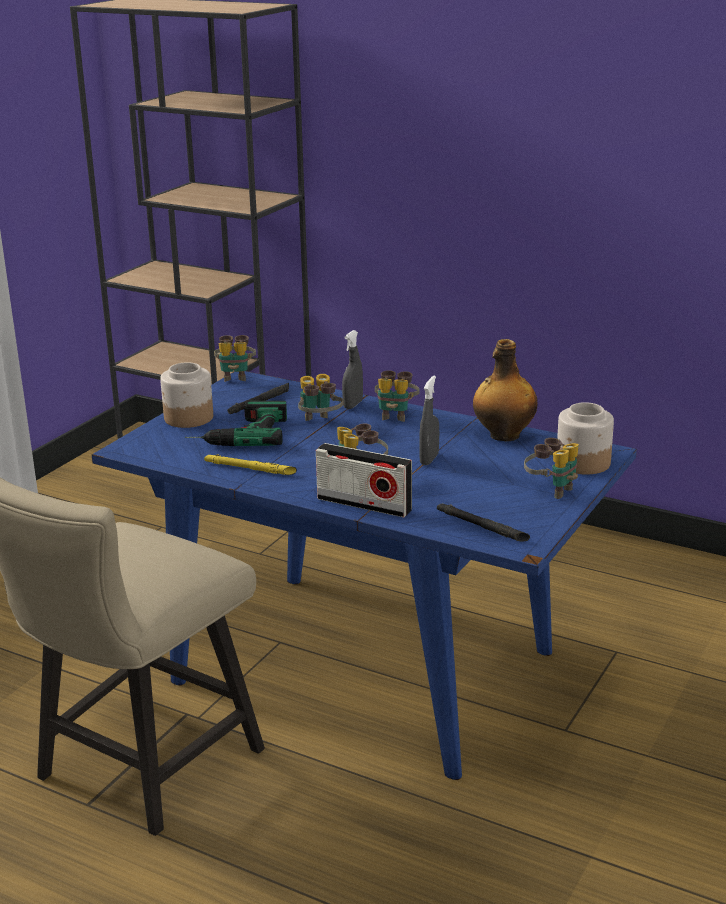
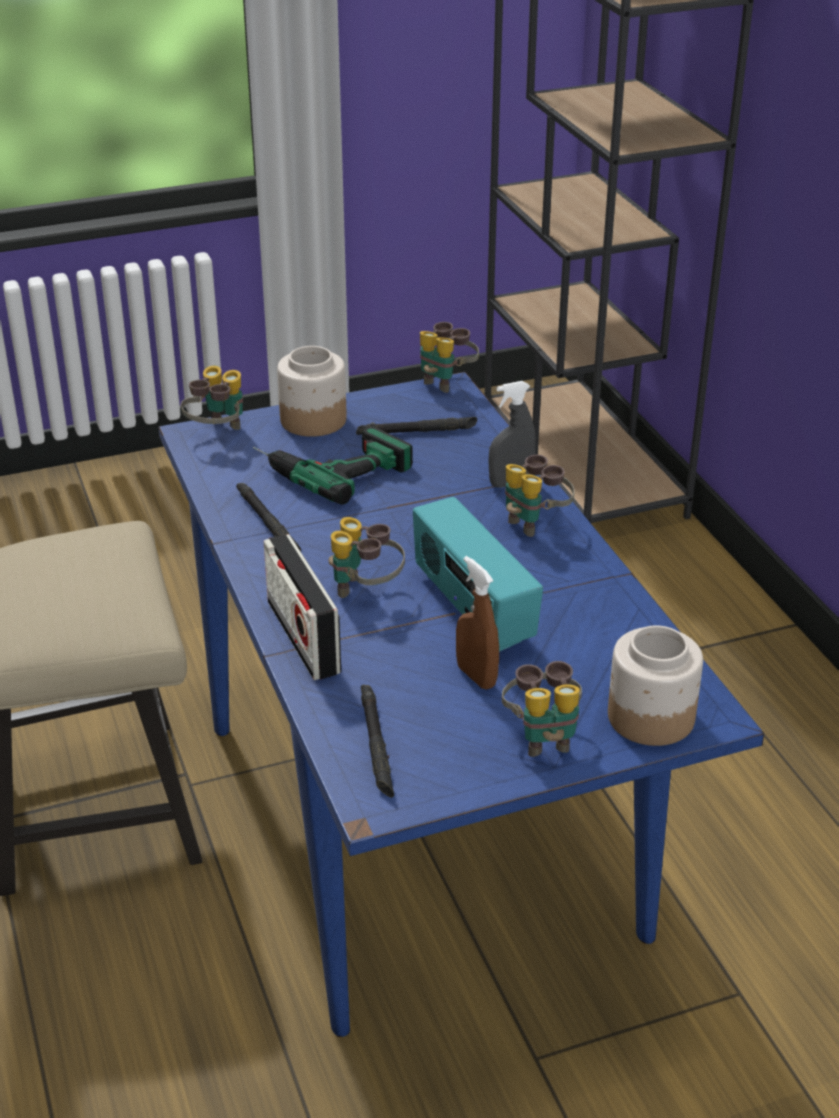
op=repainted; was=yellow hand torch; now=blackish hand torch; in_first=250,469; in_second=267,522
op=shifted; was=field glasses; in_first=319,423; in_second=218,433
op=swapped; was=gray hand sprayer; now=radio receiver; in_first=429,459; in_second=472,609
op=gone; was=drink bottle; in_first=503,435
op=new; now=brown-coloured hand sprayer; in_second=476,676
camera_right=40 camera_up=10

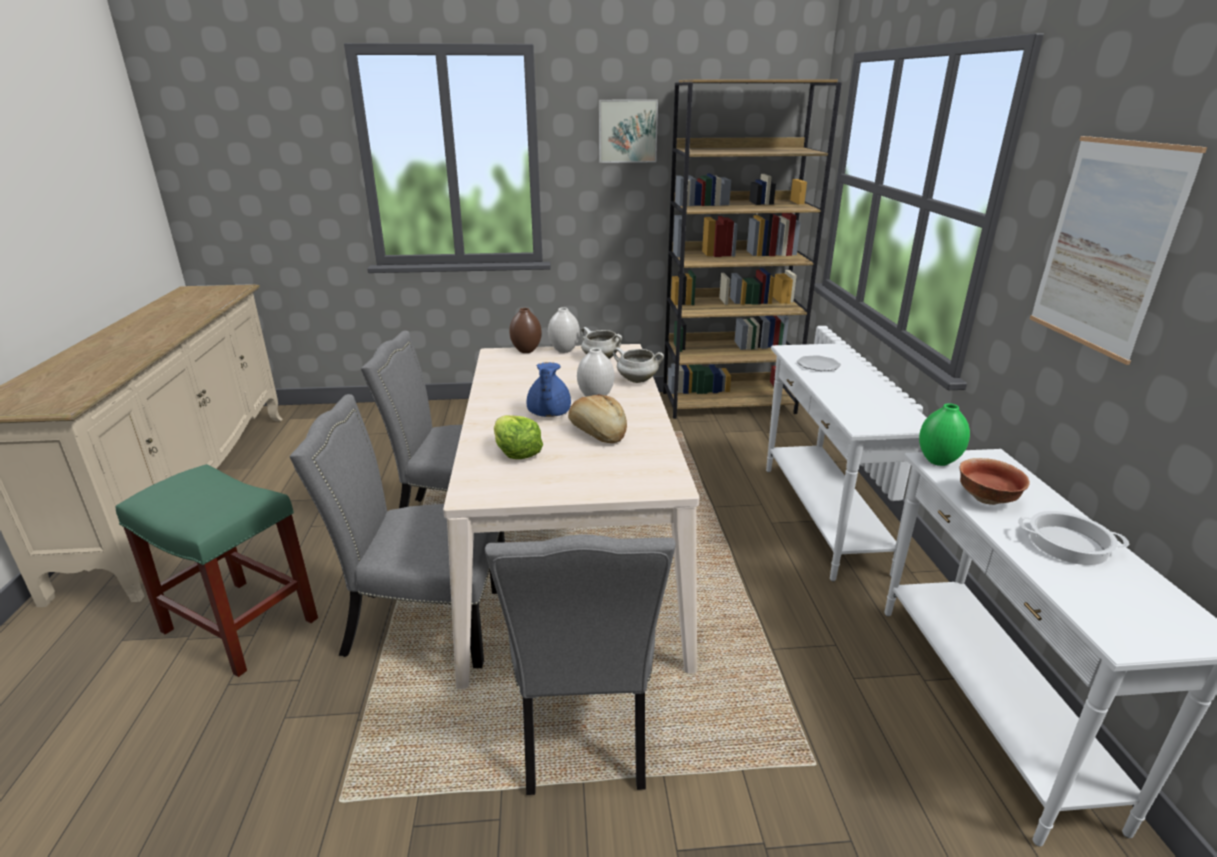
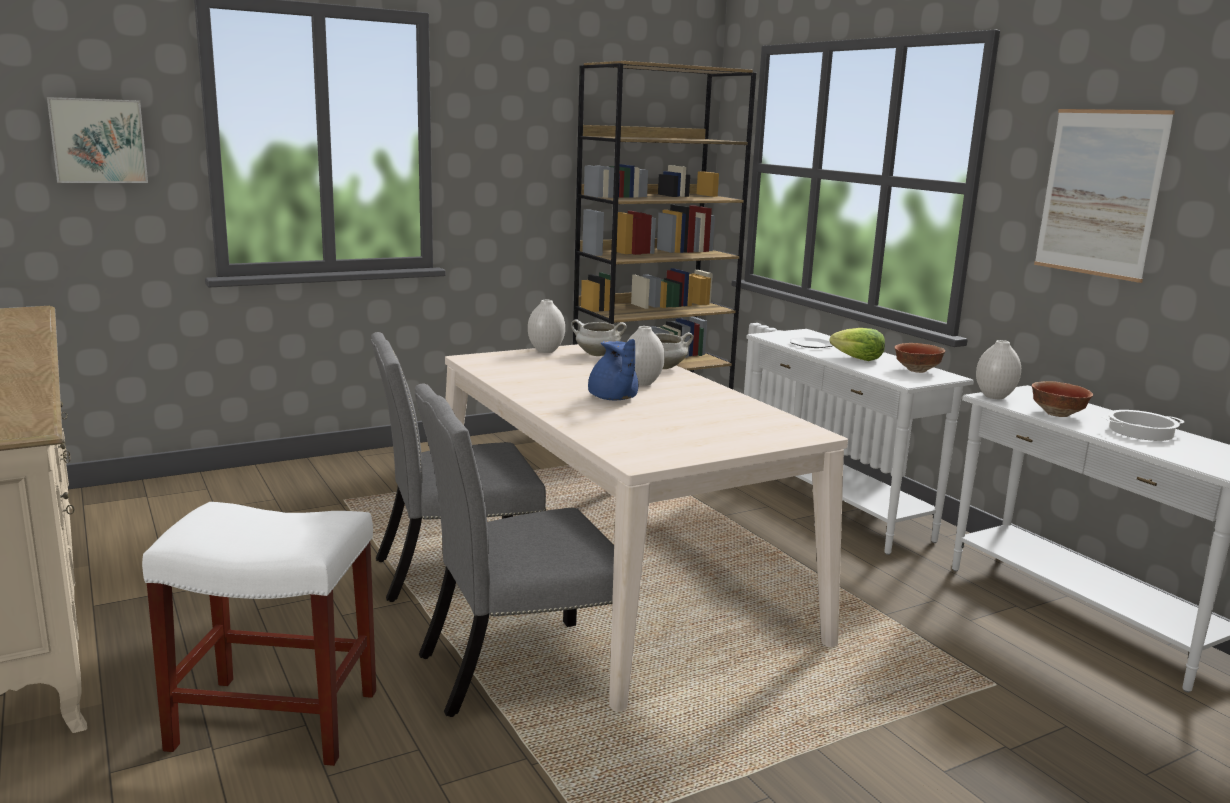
op=repainted; was=greenish sitting stool; now=white sitting stool; in_first=242,625; in_second=278,719
op=gone; was=gray chair; in_first=584,716
op=shifted; was=head of lettuce; in_first=516,452; in_second=858,359
op=gone; was=brown-coloured vase; in_first=526,351
op=gone; was=bakery bread; in_first=597,433
op=shifted; was=picture; in_first=627,131; in_second=98,141
op=repainted; was=greenish vase; now=white vase; in_first=938,461; in_second=995,397
op=new; now=deep dish; in_second=917,370
camera_right=-25 camera_up=-10

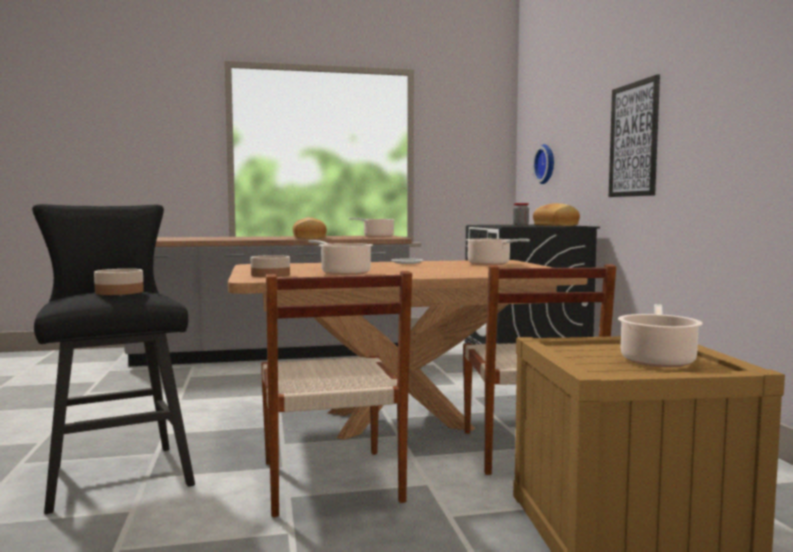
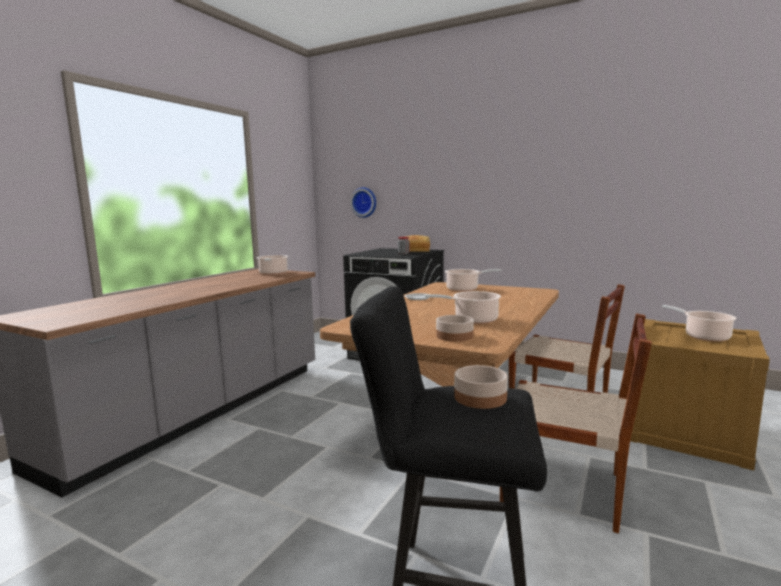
op=gone; was=bakery bread; in_first=308,238
op=gone; was=picture; in_first=634,140
camera_right=-50 camera_up=5

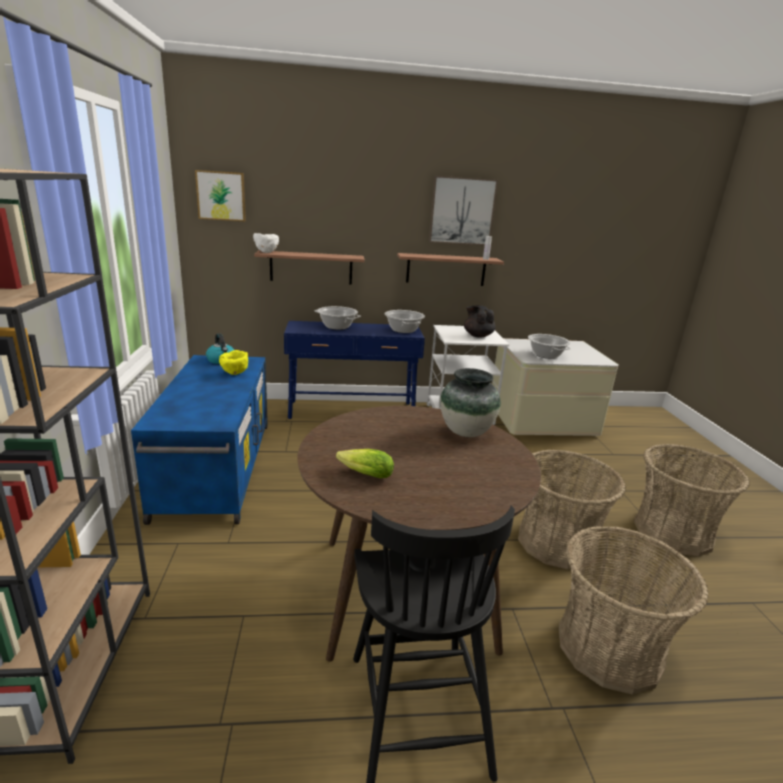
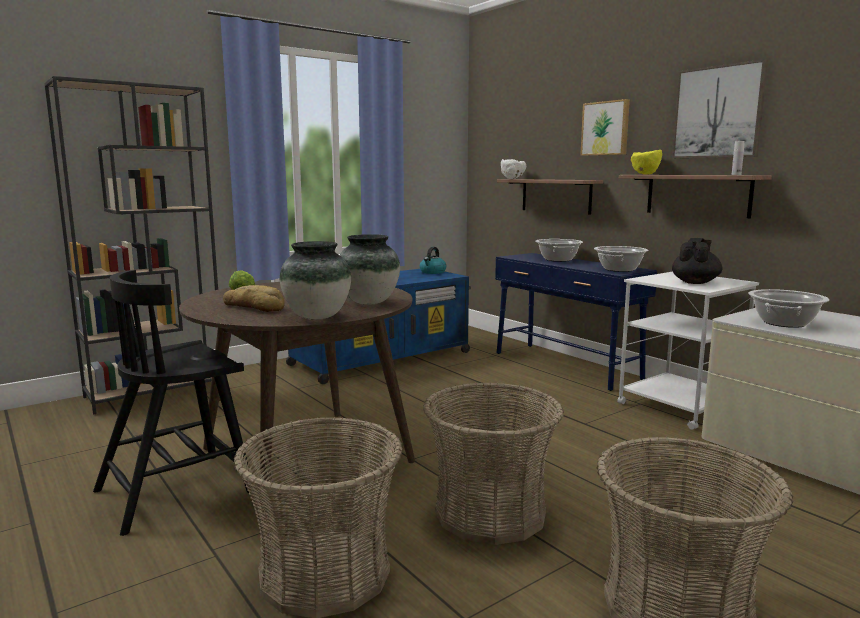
op=shifted; was=picture; in_first=221,196; in_second=606,128
op=shifted; was=yellow deep dish; in_first=235,373; in_second=645,174
op=new; now=bakery bread; in_second=254,307
op=new; now=vase; in_second=316,317
camera_right=60 camera_up=-10

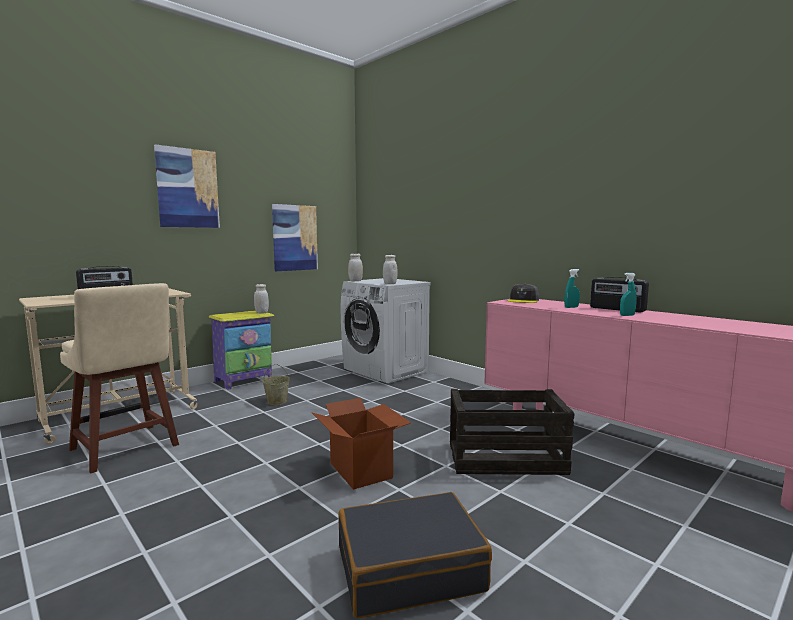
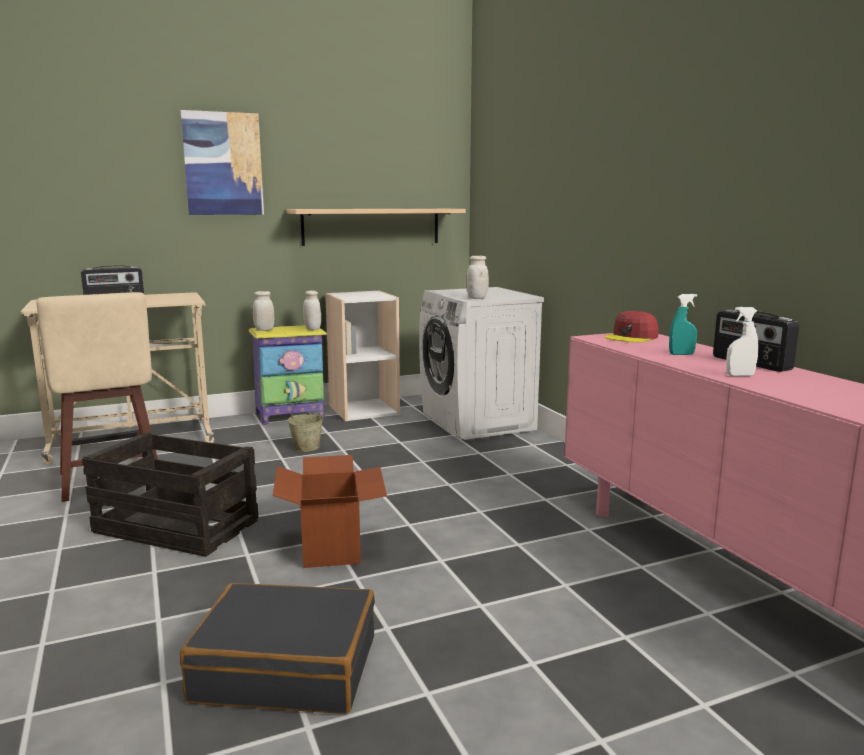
op=swapped; was=picture; now=bracket shelf; in_first=295,238; in_second=371,226
op=shifted; was=white storage jar; in_first=355,281; in_second=264,330
op=shifted; was=packing crate; in_first=504,458; in_second=175,526
op=repainted; was=gray peaked cap; now=reddish peaked cap; in_first=523,300; in_second=631,337
op=repainted; was=turquoise hand sprayer; now=white hand sprayer; in_first=627,315; in_second=740,375
op=new; now=bookshelf; in_second=364,410
camera_right=20 camera_up=5

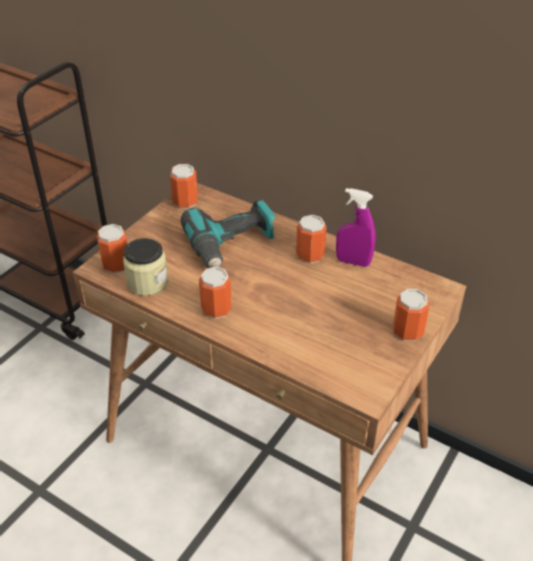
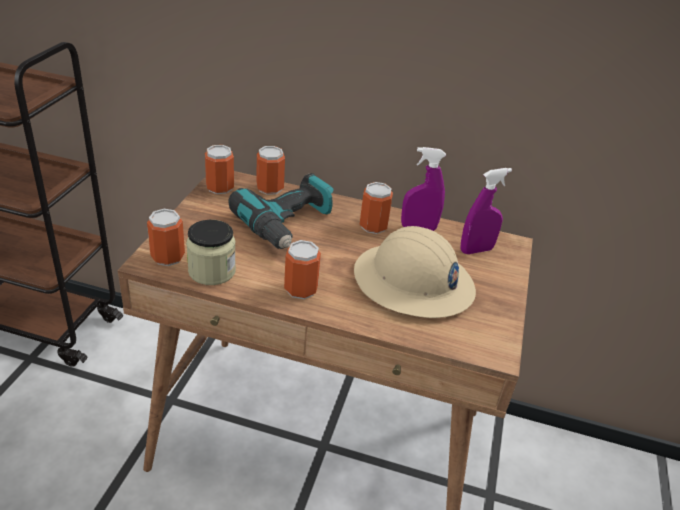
op=shifted; was=sealed can; in_first=407,331; in_second=270,188
op=new; now=beige hard hat; in_second=413,283
op=new; now=purple hand sprayer; in_second=476,250
camera_right=-20 camera_up=-5

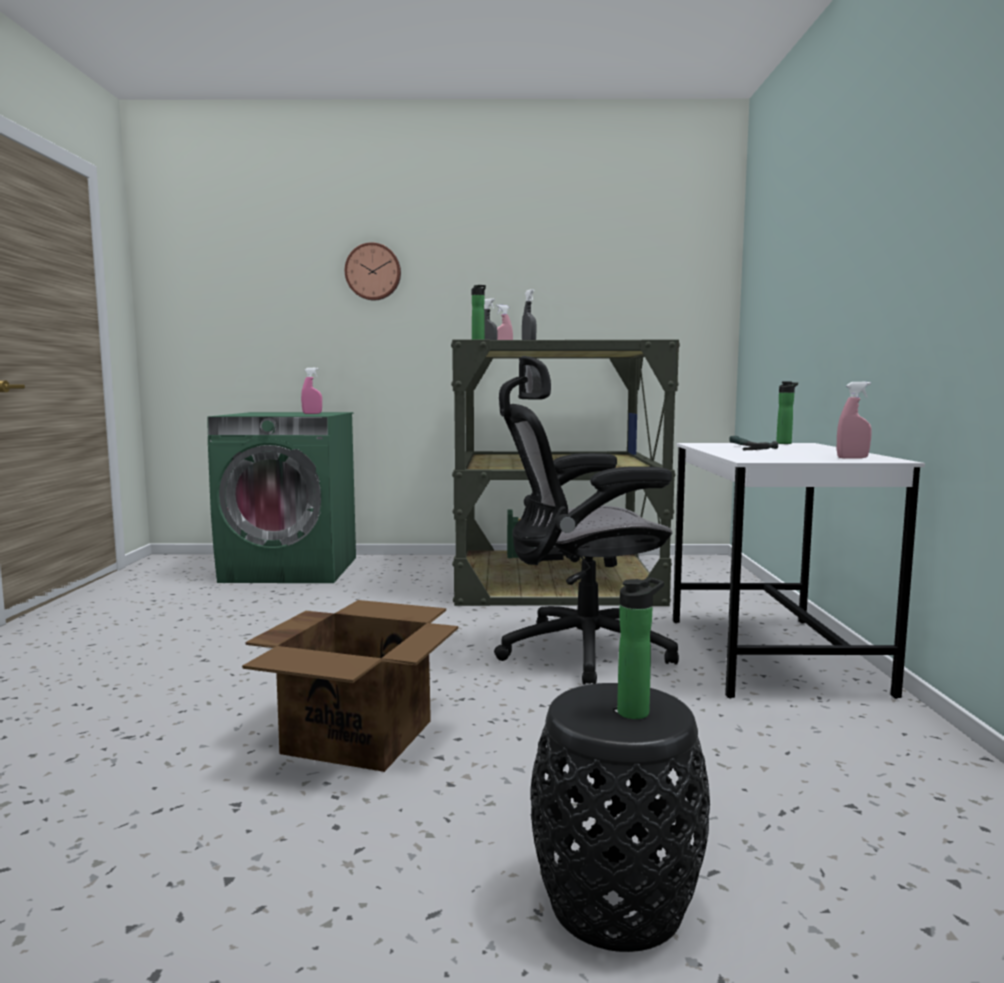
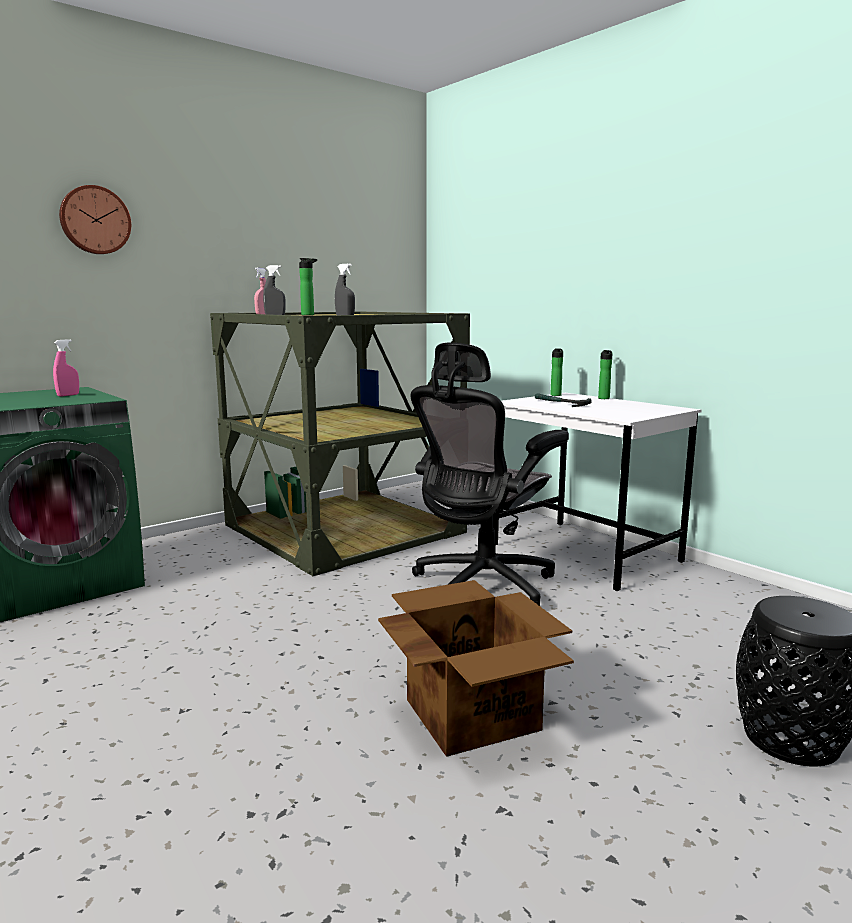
op=shifted; was=drink bottle; in_first=637,711; in_second=604,398
op=gone; was=pinkish hand sprayer; in_first=852,458
camera_right=-40 camera_up=5

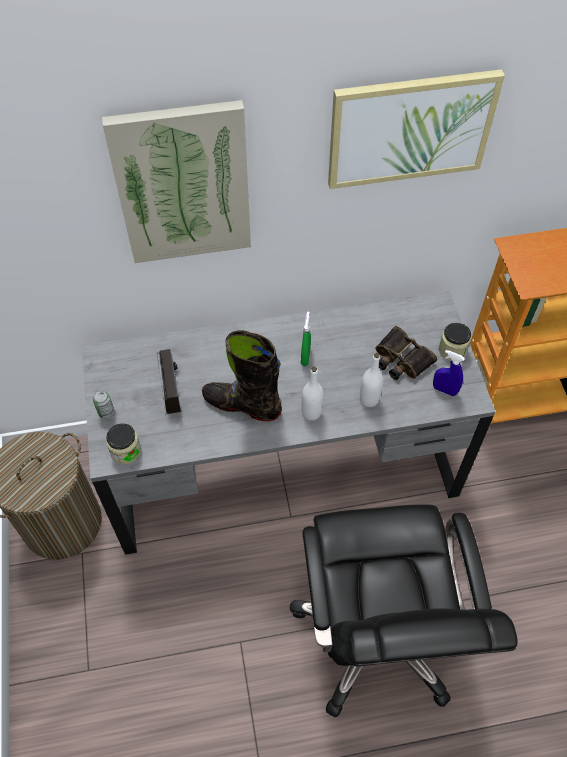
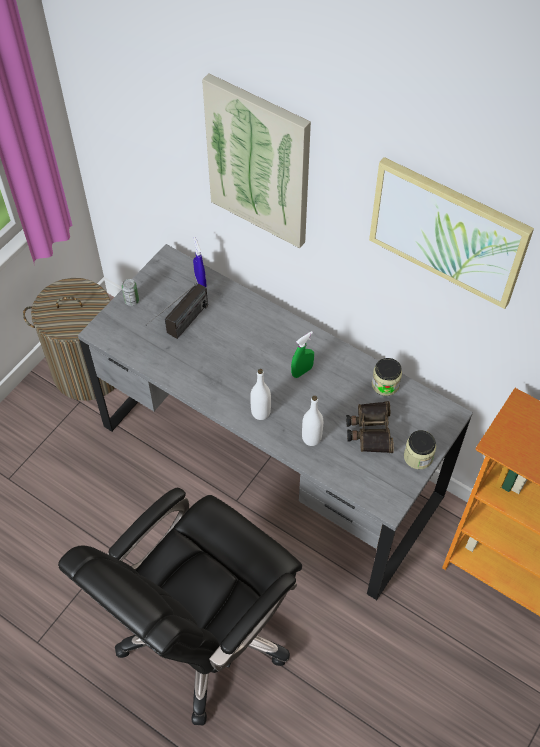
op=shifted; was=storage jar; in_first=126,451; in_second=385,384
op=gone; was=blackish boot; in_first=242,405
op=shifted; was=blue-coloured hand sprayer; in_first=444,390; in_second=200,281
camera_right=45 camera_up=0

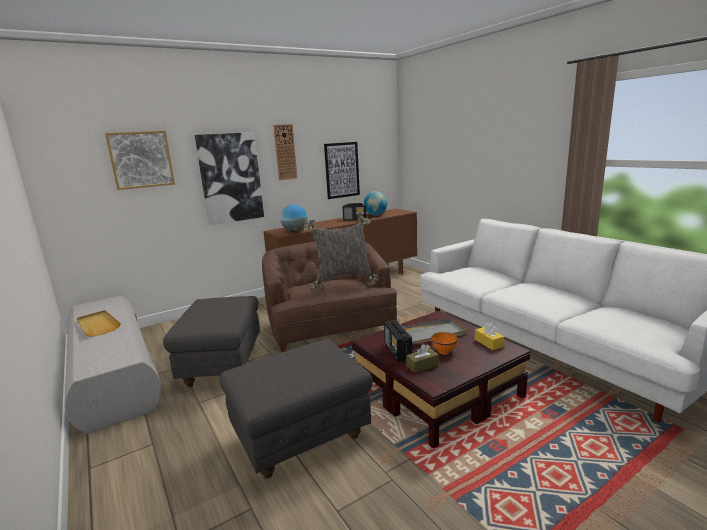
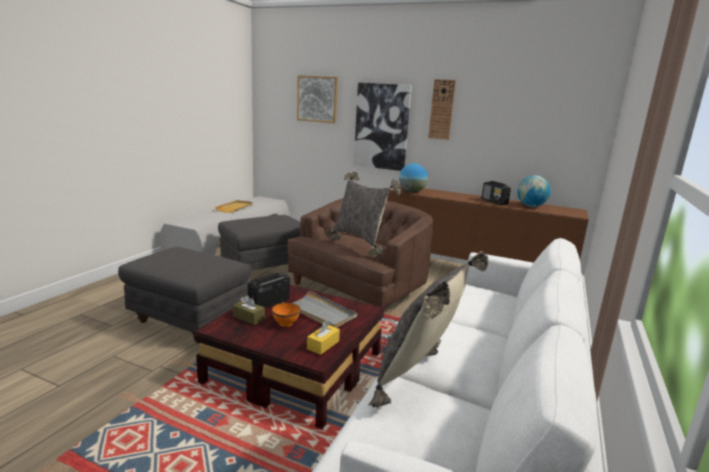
op=gone; was=picture; in_first=342,170
op=new; now=throw pillow; in_second=424,387
camera_right=55 camera_up=0

